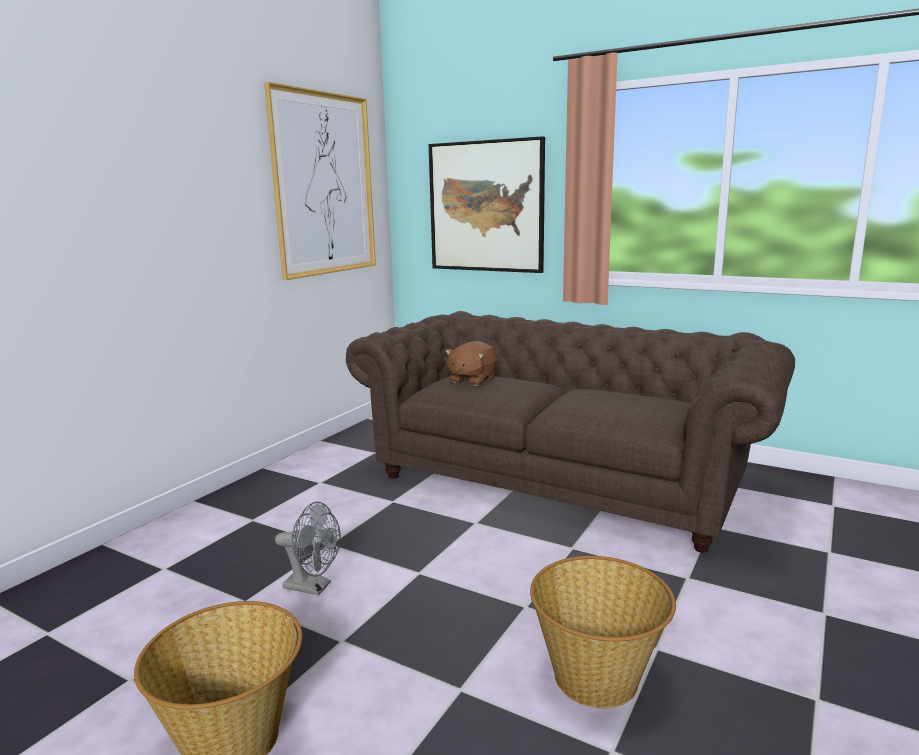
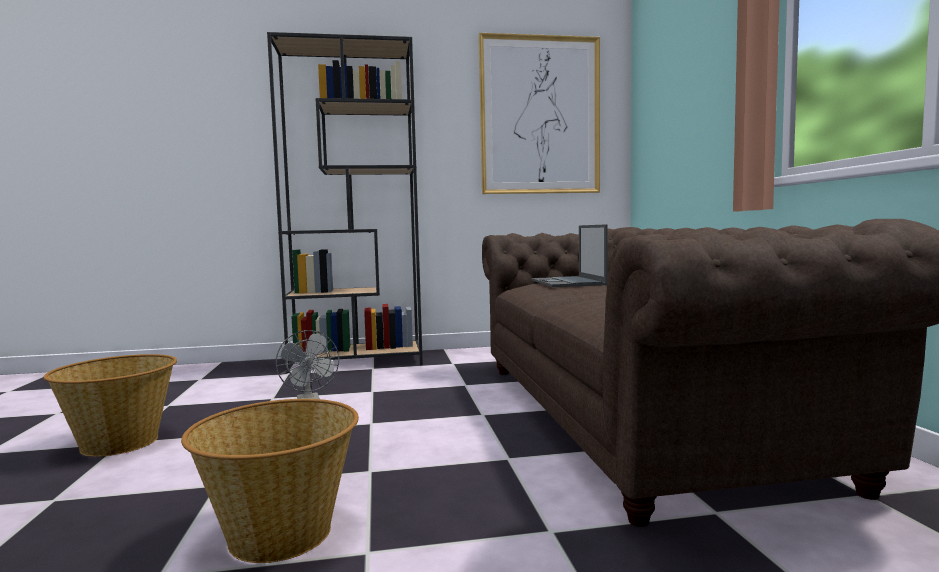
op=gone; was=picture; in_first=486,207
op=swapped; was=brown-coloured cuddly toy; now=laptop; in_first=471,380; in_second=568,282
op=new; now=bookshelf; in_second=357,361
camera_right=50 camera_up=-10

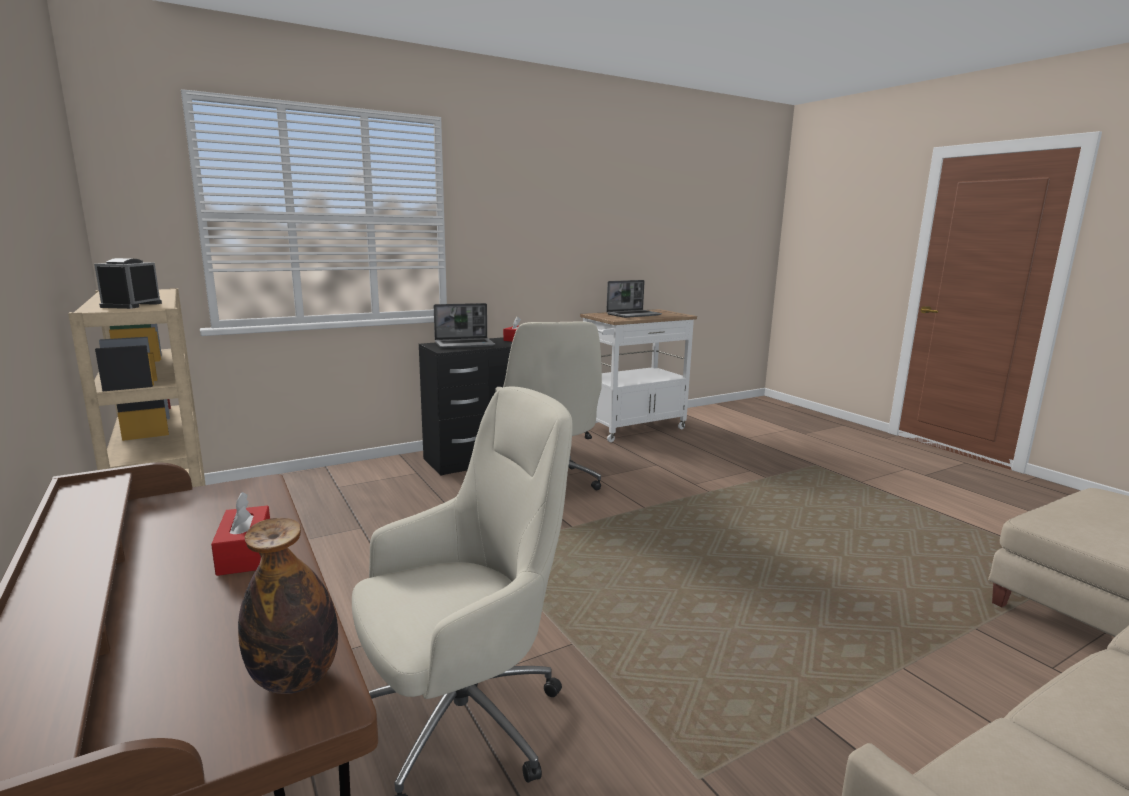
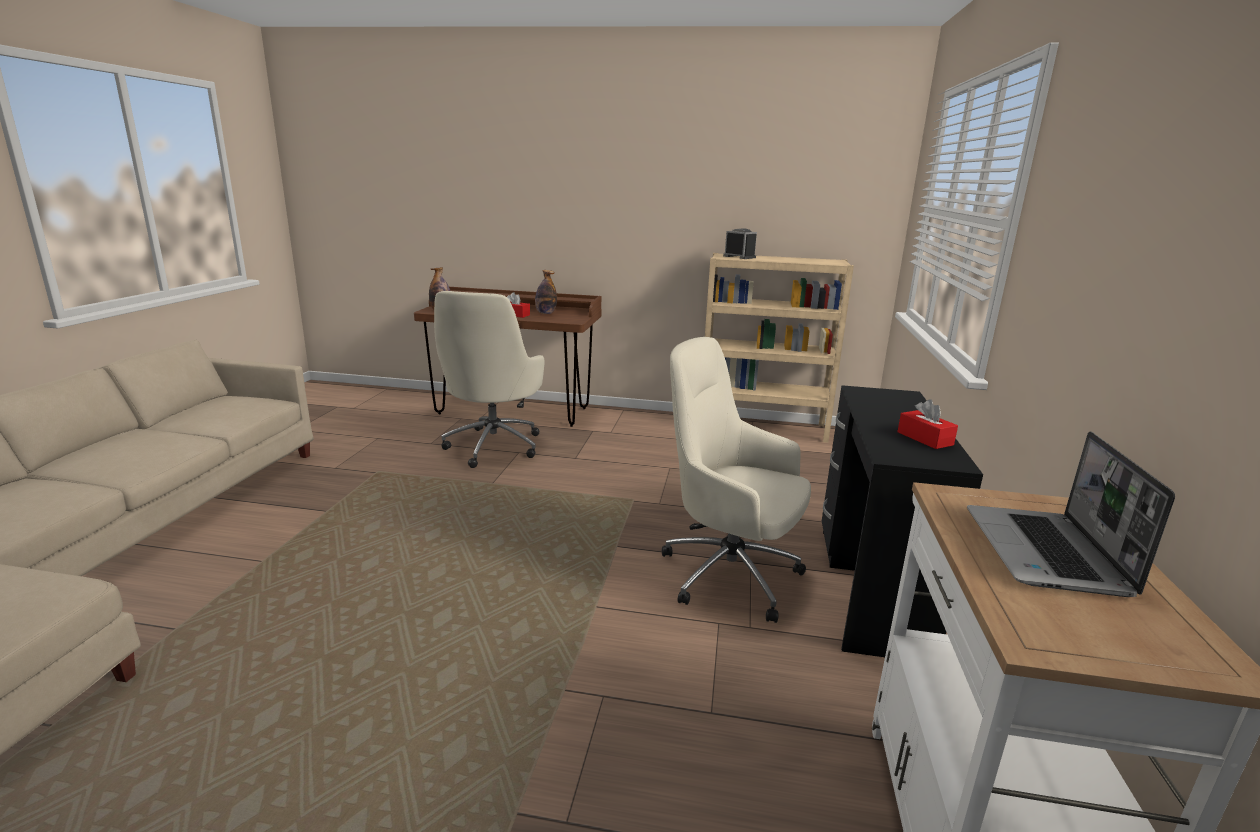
op=gone; was=laptop; in_first=465,344
op=new; now=drink bottle; in_second=545,313
camera_right=130 camera_up=5

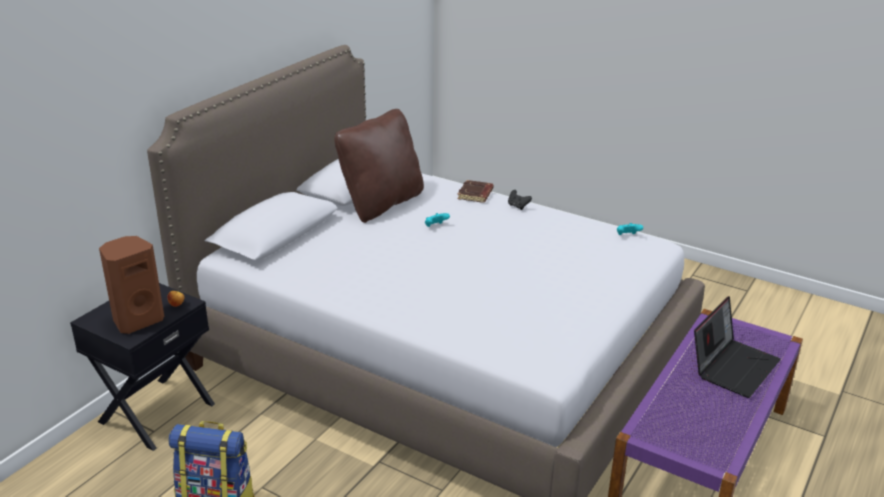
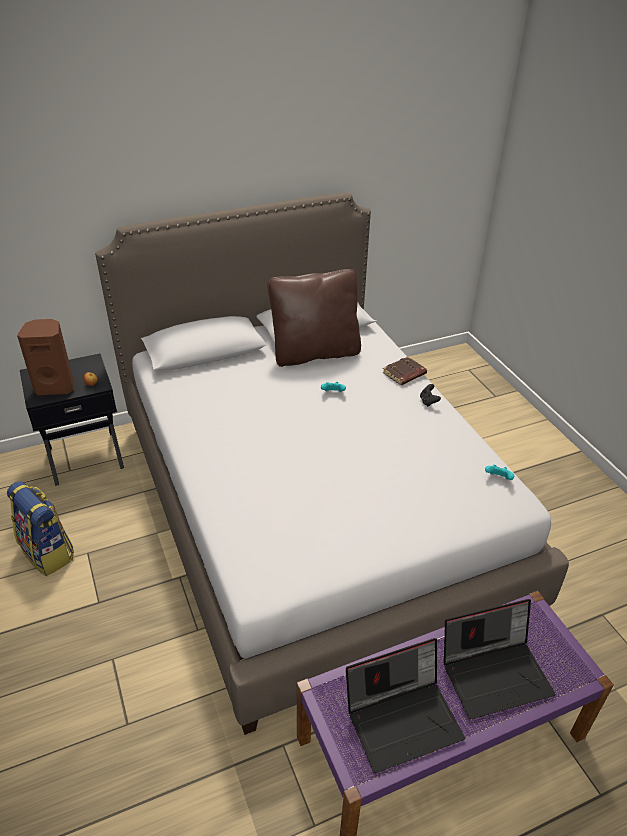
op=new; now=laptop; in_second=403,718
camera_right=35 camera_up=10

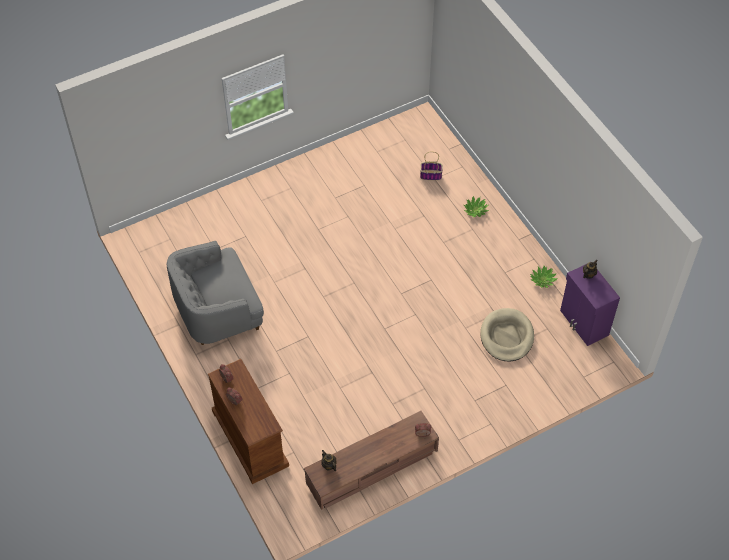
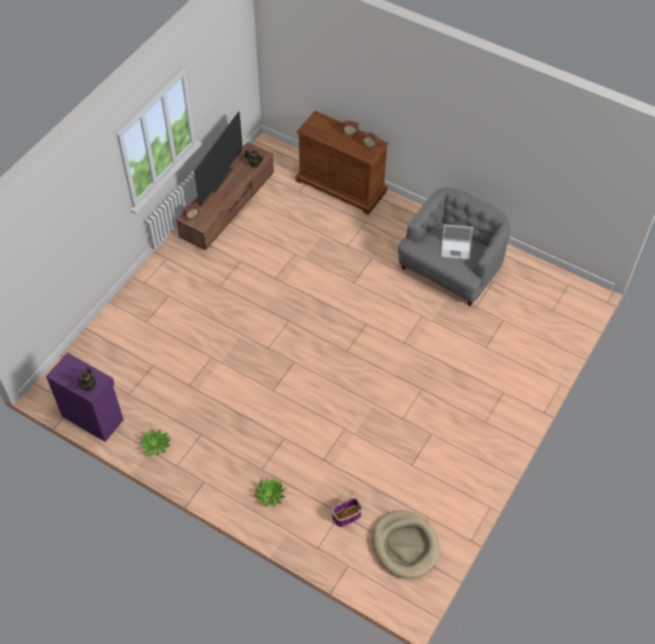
op=shifted; was=beige dog bed; in_first=506,336; in_second=405,545
op=new; now=TV; in_second=220,179
op=new; now=laptop; in_second=456,249
camera_right=150 camera_up=0

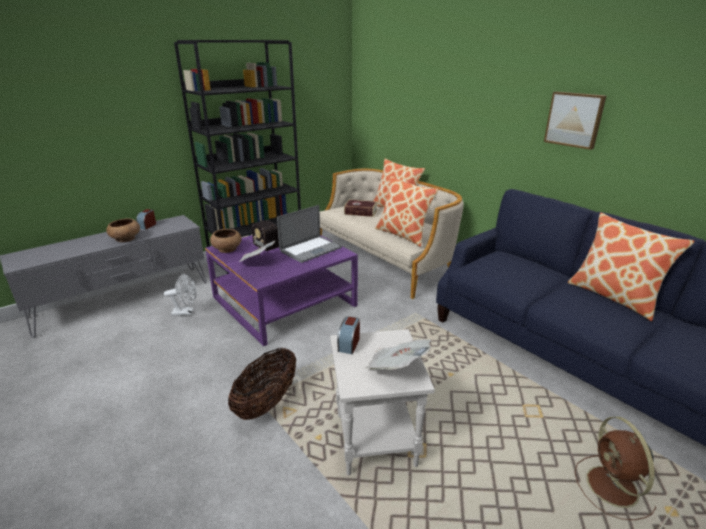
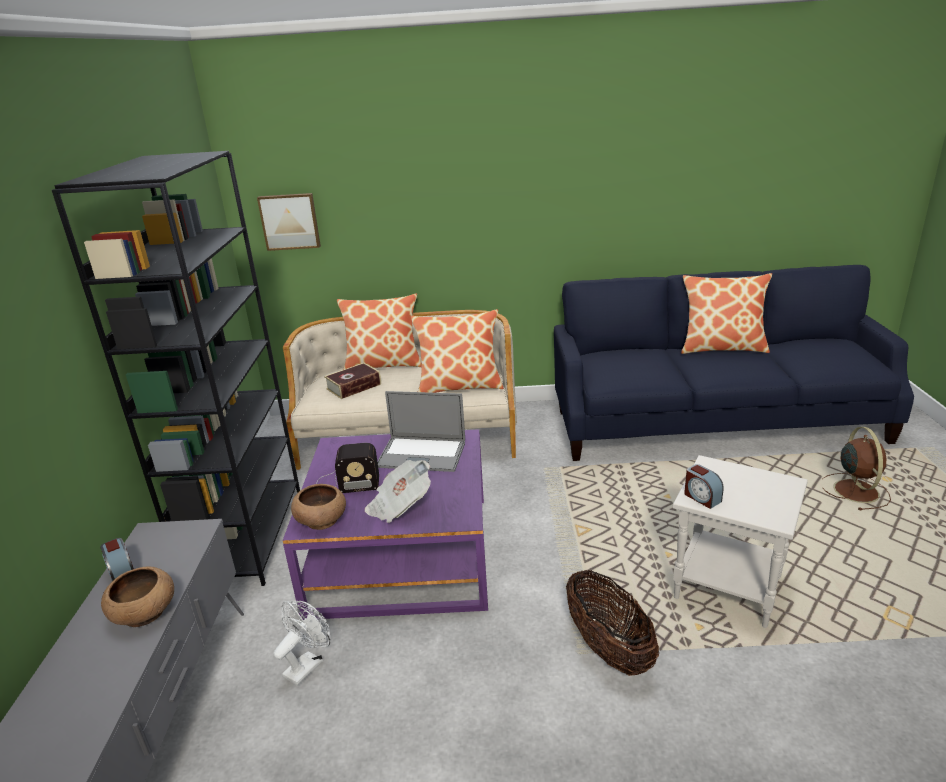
op=rotated; was=laptop; in_first=311,249; in_second=421,454; clockwise=105
op=gone; was=daily paper; in_first=396,367
op=shifted; was=picture; in_first=574,119; in_second=290,221
op=rotated; was=brown-coloured electric fan; in_first=613,488; in_second=855,490; clockwise=-120
camera_right=-50 camera_up=0

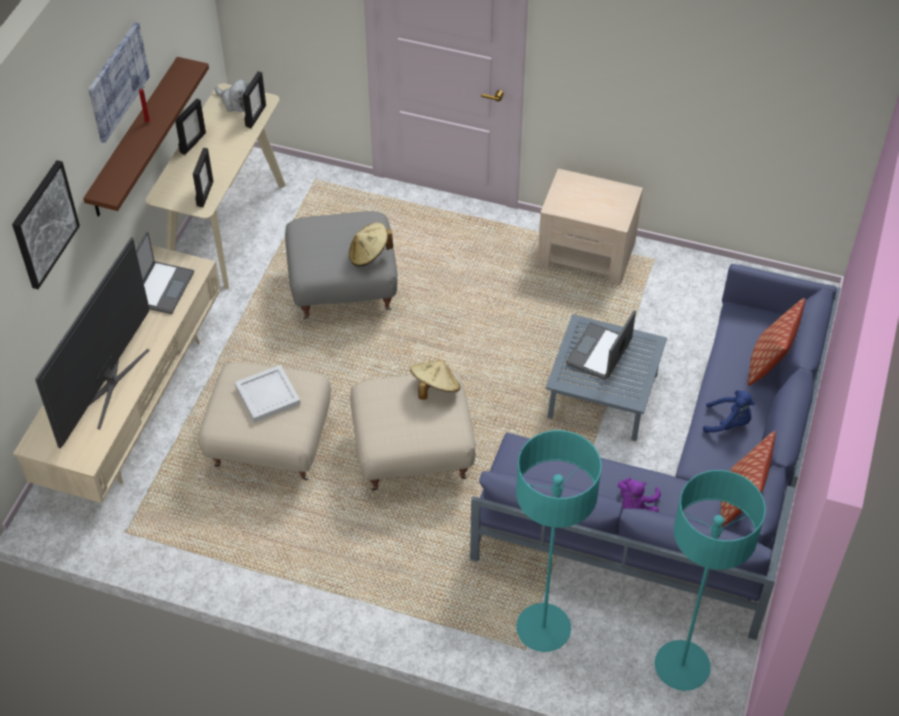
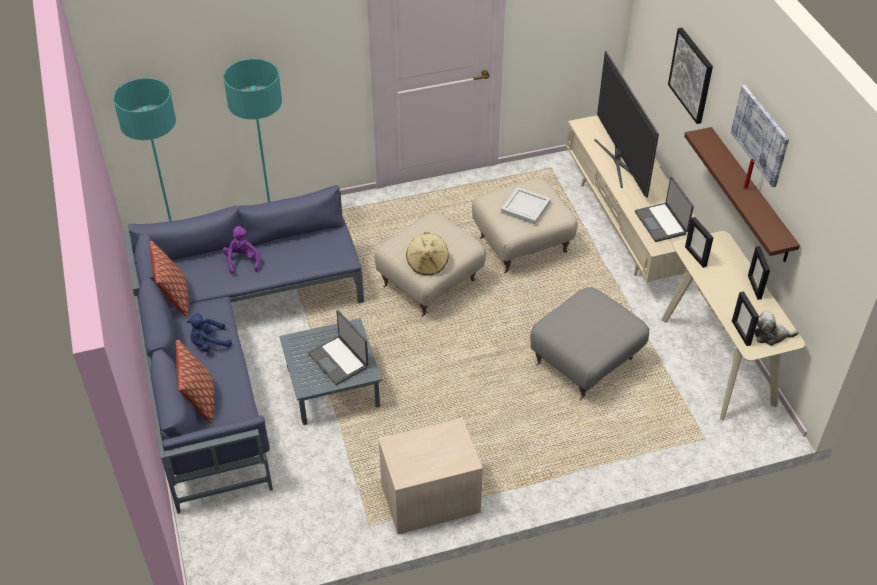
op=gone; was=beige clothing hat; in_first=369,255
op=rotated; was=laptop; in_first=600,353; in_second=339,360; clockwise=150
camera_right=145 camera_up=-5

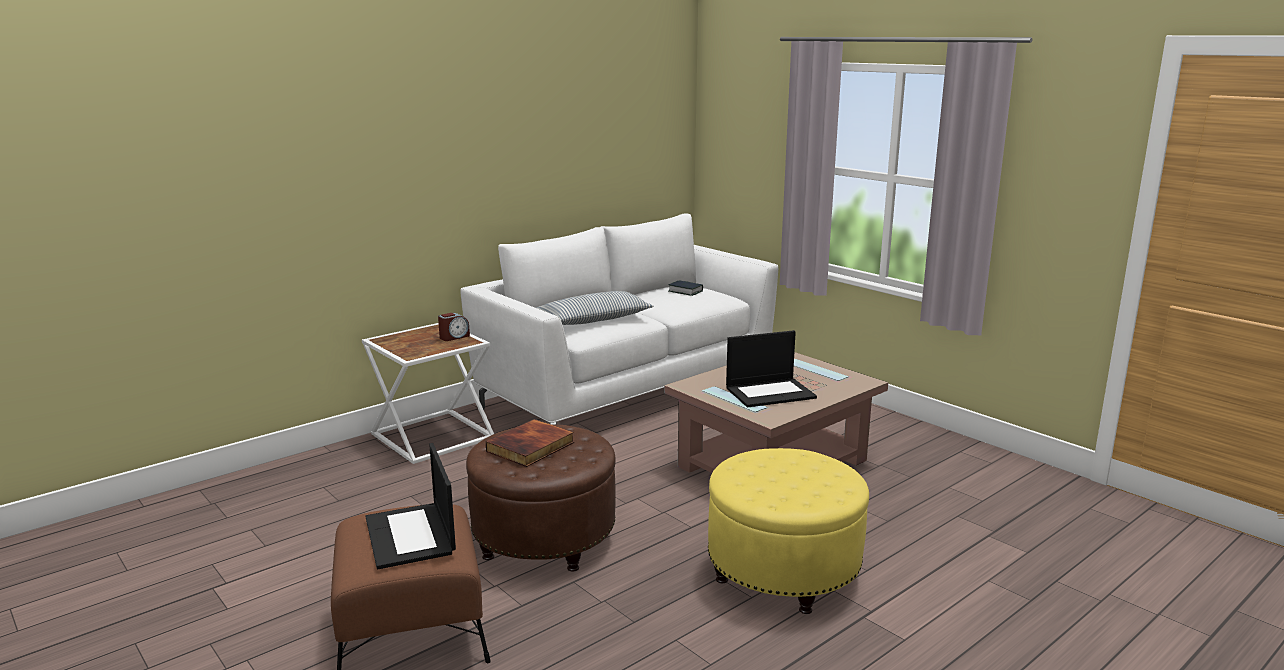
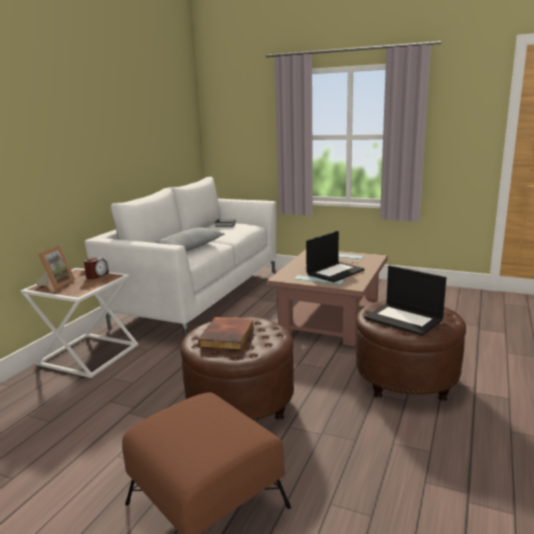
op=shifted; was=laptop; in_first=411,536; in_second=404,319
op=repainted; was=yellow footrest; now=brown-coloured footrest; in_first=783,572; in_second=406,379
op=new; now=picture frame; in_second=57,284
camera_right=-25 camera_up=0

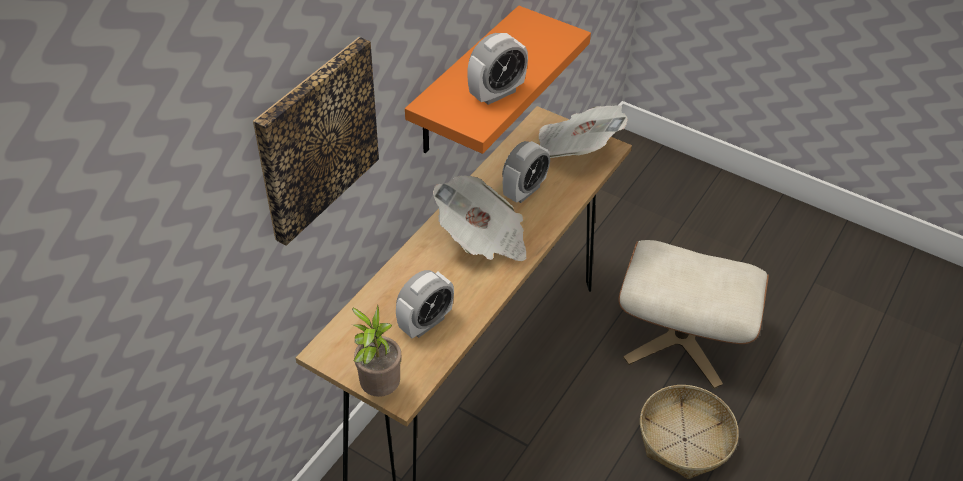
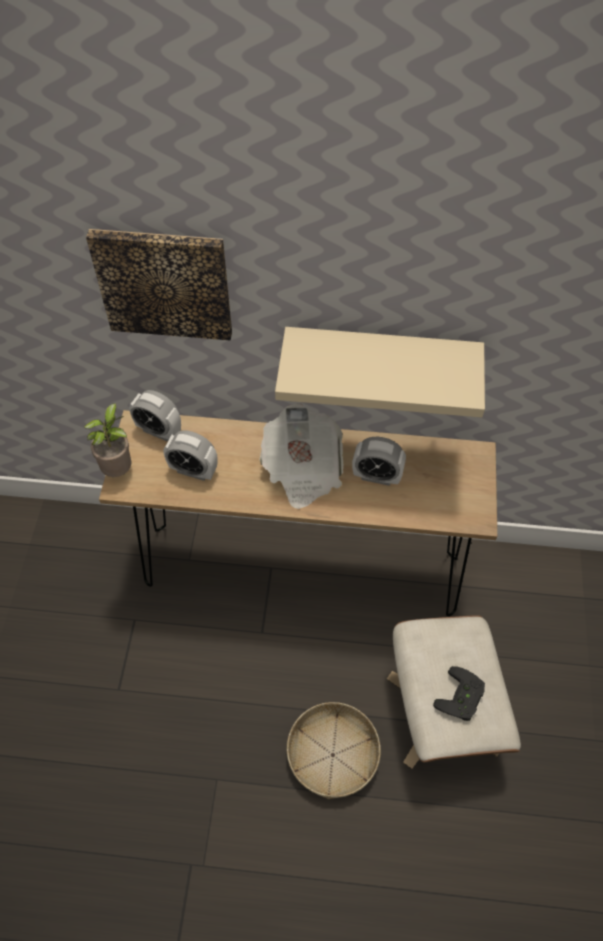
op=repainted; was=orangey bracket shelf; now=beige bracket shelf; in_first=464,84; in_second=381,358
op=shifted; was=table clock; in_first=496,93; in_second=159,431
op=gone; was=daily paper; in_first=576,149
op=new; now=blackish joypad; in_second=462,698
camera_right=65 camera_up=10

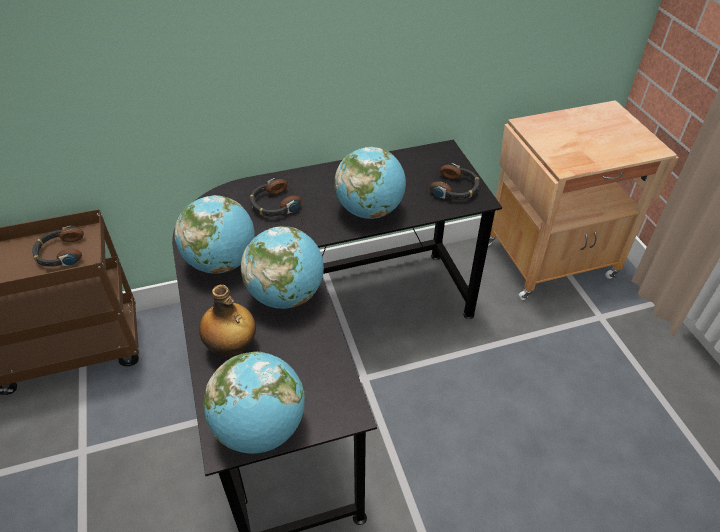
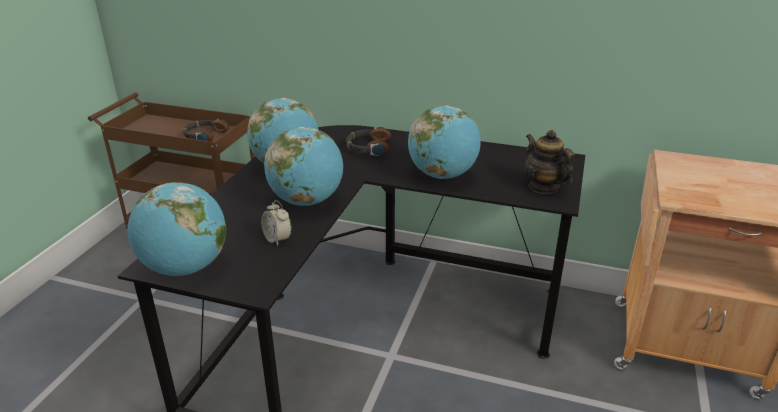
op=gone; was=drink bottle; in_first=232,348
op=swapped; was=headset; now=pot for tea; in_first=455,189; in_second=543,187
op=new; now=table clock; in_second=277,239
camera_right=35 camera_up=-15

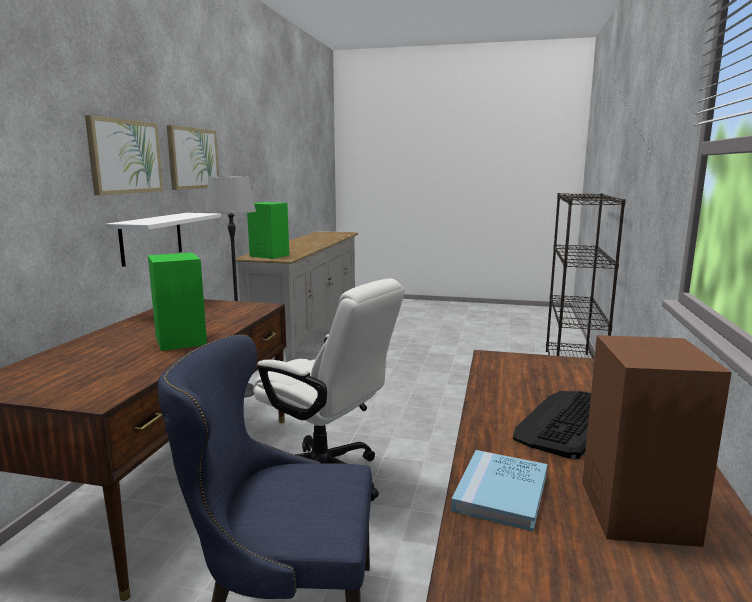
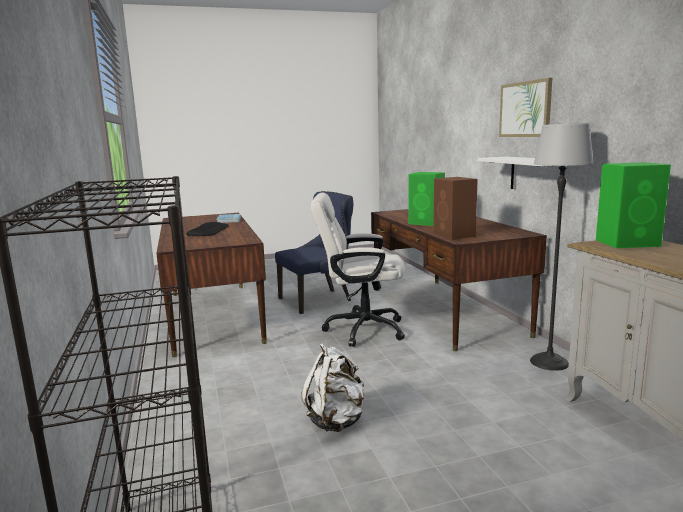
op=gone; was=picture; in_first=193,158
op=shifted; was=brown-coloured speaker; in_first=636,510; in_second=454,235
op=new; now=white backpack; in_second=336,421
camera_right=150 camera_up=0

